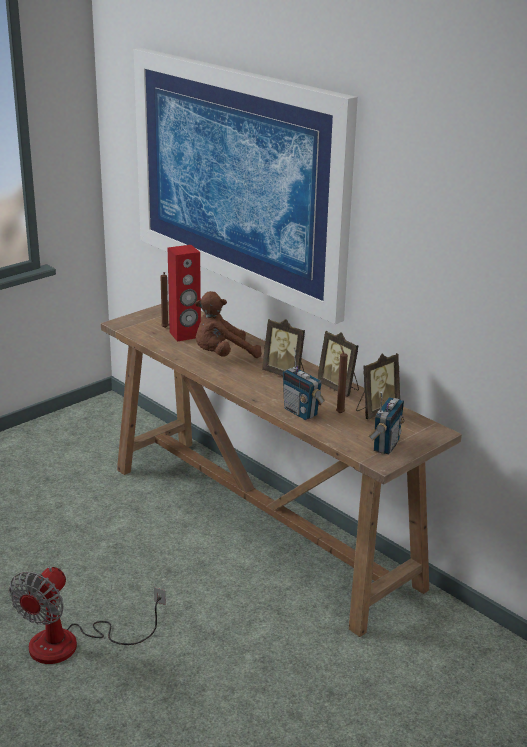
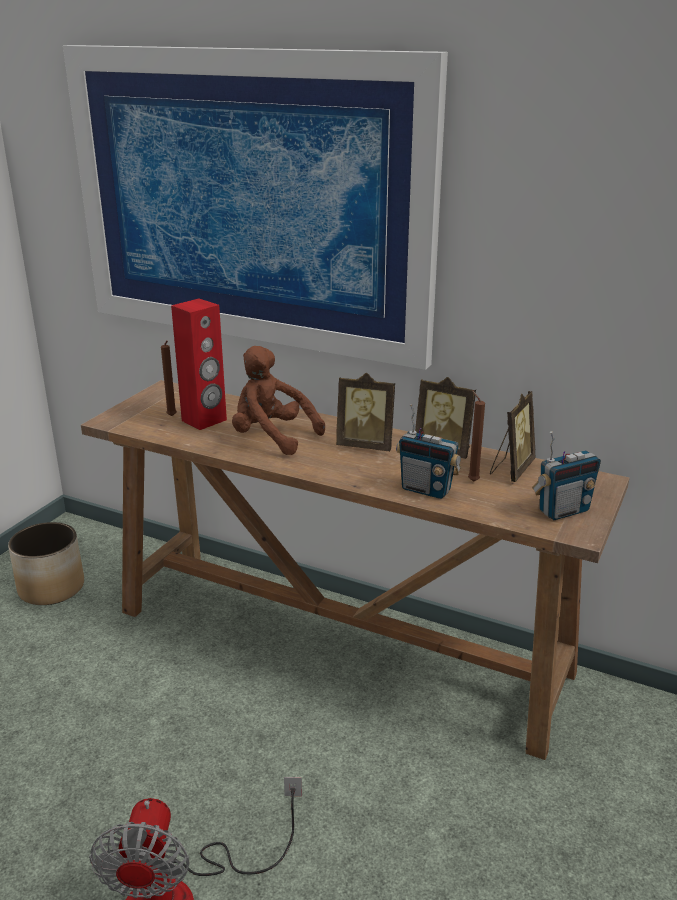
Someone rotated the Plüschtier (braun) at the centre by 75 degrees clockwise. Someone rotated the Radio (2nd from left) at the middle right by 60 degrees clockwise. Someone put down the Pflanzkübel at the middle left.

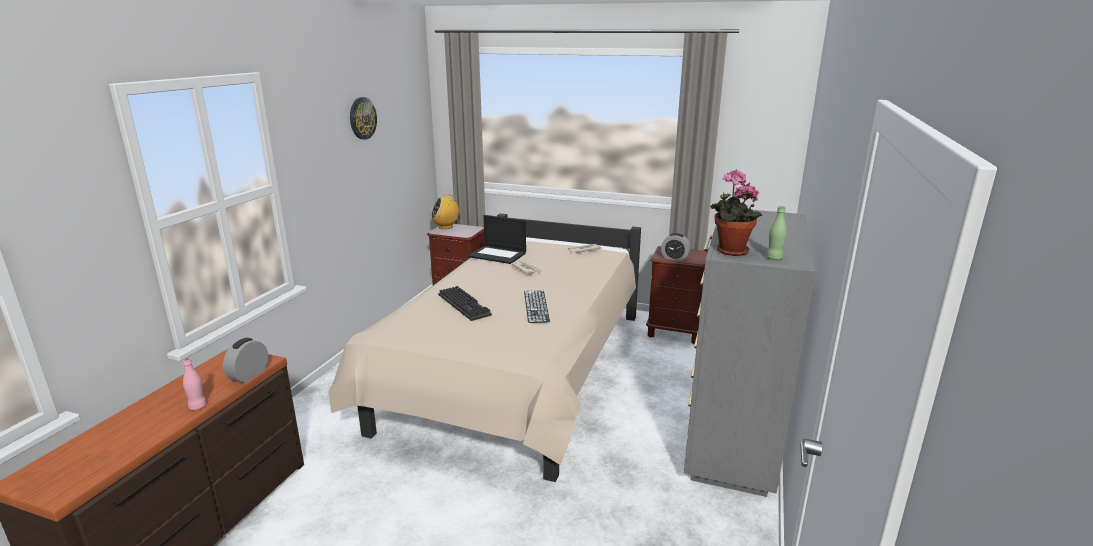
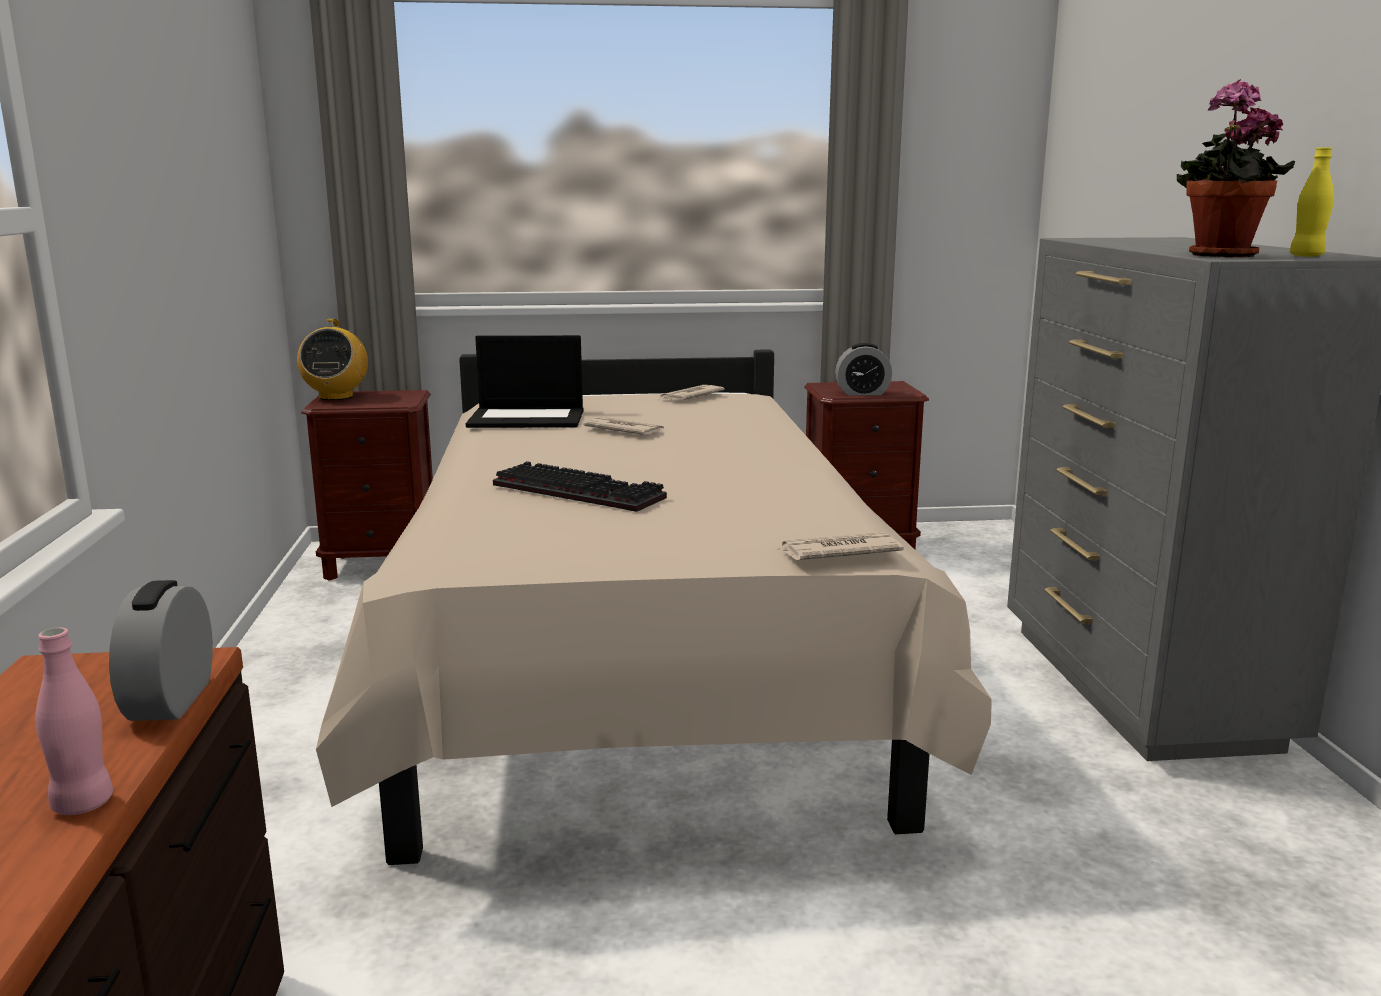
Someone took away the Wanduhr at the top left. Someone rotated the Radio at the centre by 45 degrees counterclockwise. Someone took away the Tastatur (2nd from left) at the centre. Someone repainted the Flasche (grün) at the middle right, which became the Flasche (gelb) at the top right. Someone put down the Zeitung (3rd from left) at the centre.

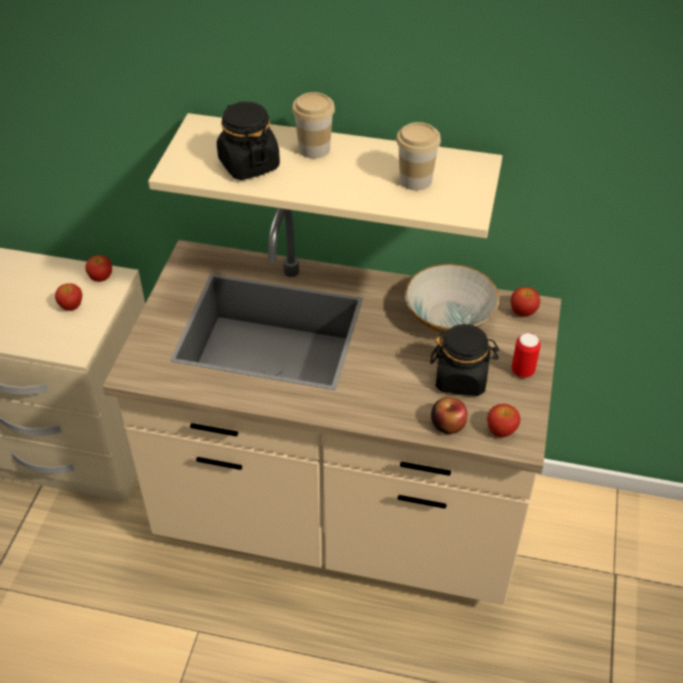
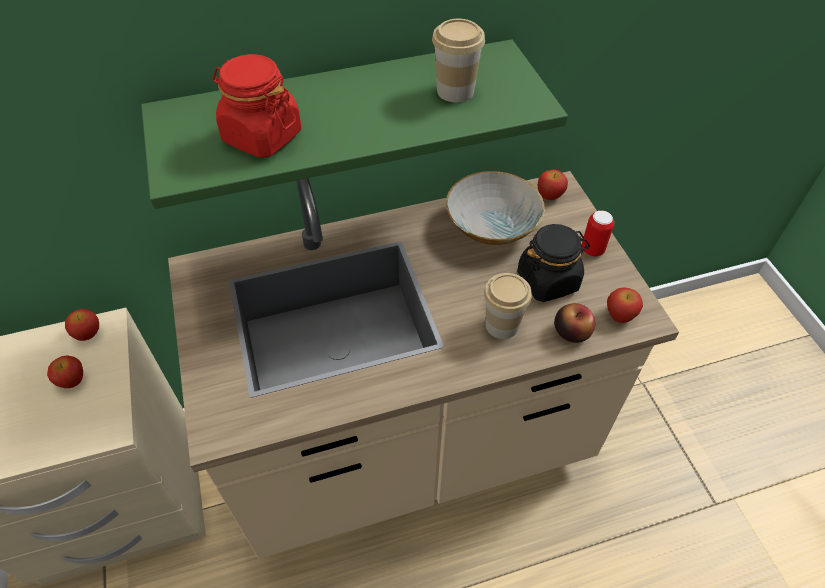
Someone repainted the Wandregal (beige) at the top centre, which became the Wandregal (grün) at the top centre. Someone repainted the Vorratsglas (schwarz) (1st from left) at the top centre, which became the Vorratsglas (rot) at the top left. Someone carried the Tasse (1st from left in the first image) from the top centre to the centre.

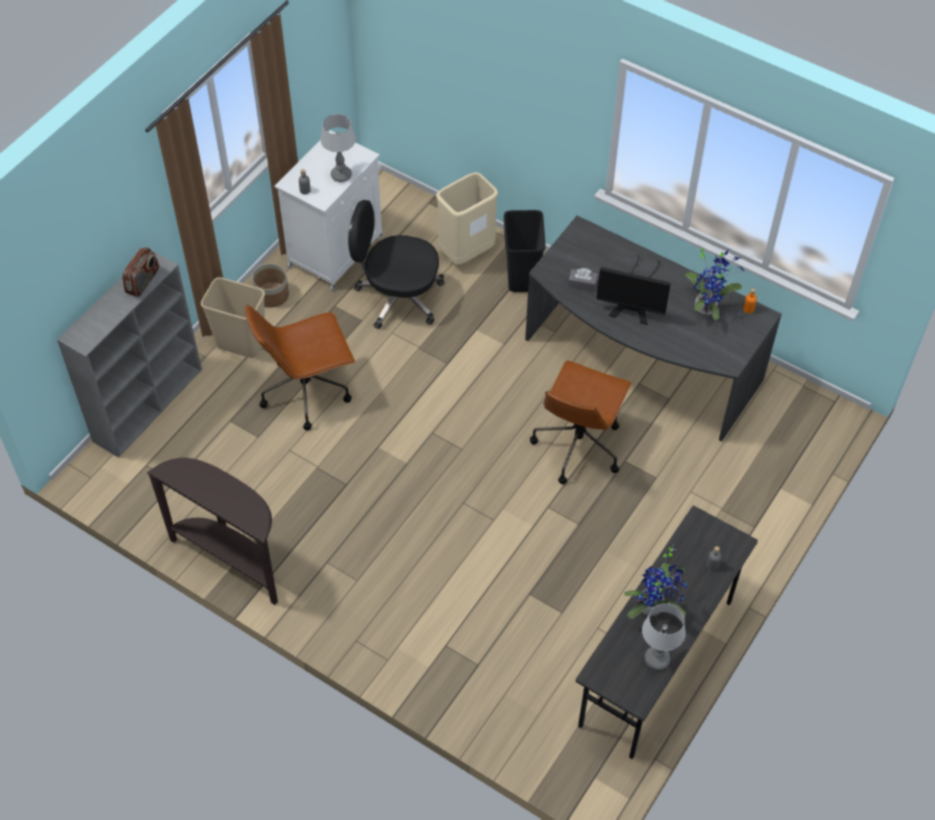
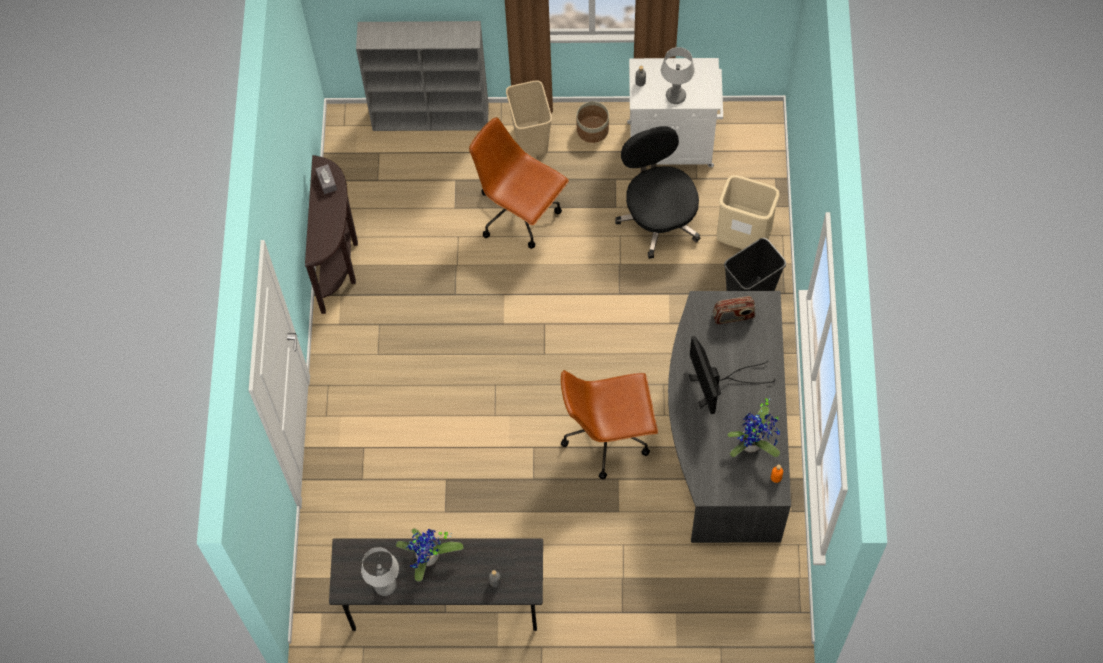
Someone carried the Radio from the top left to the centre. Someone carried the Taschentuchbox (grau) from the centre to the top left.

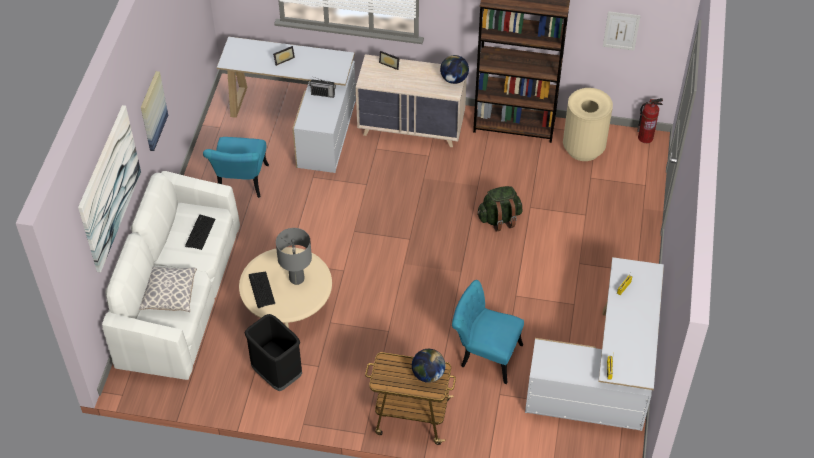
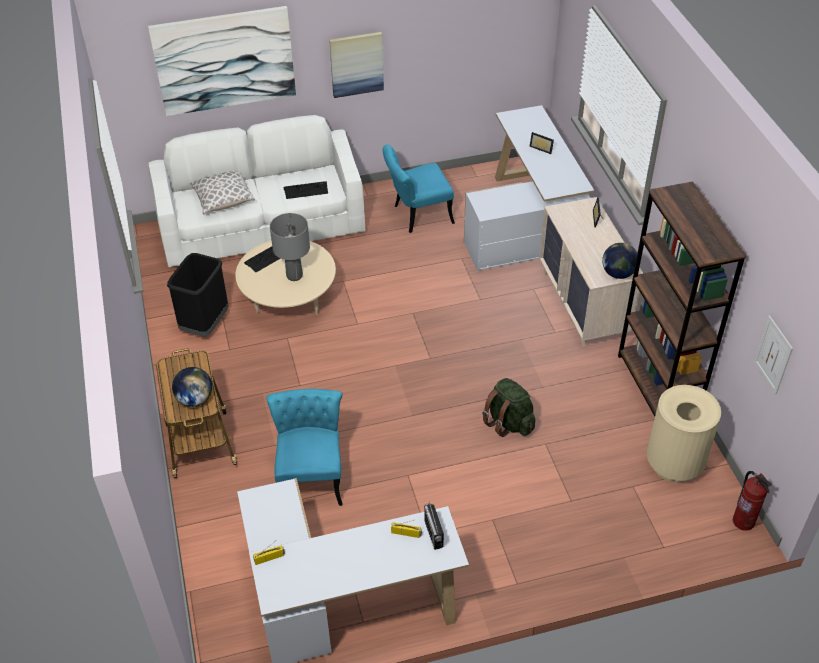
Someone carried the Radio (1st from left in the first image) from the top centre to the bottom centre.

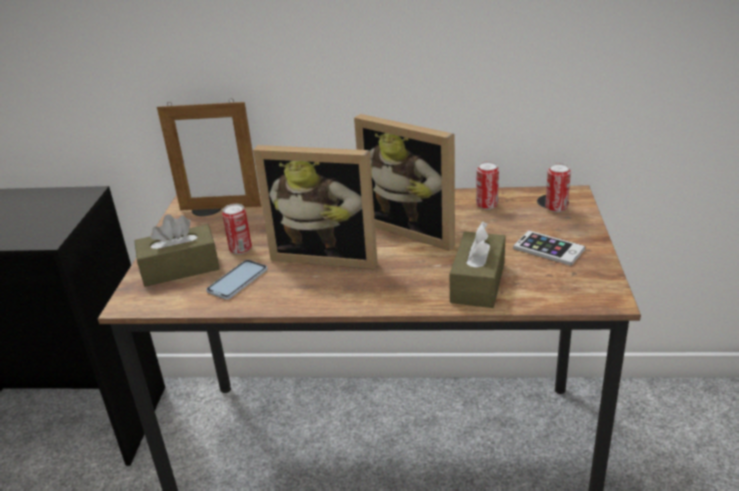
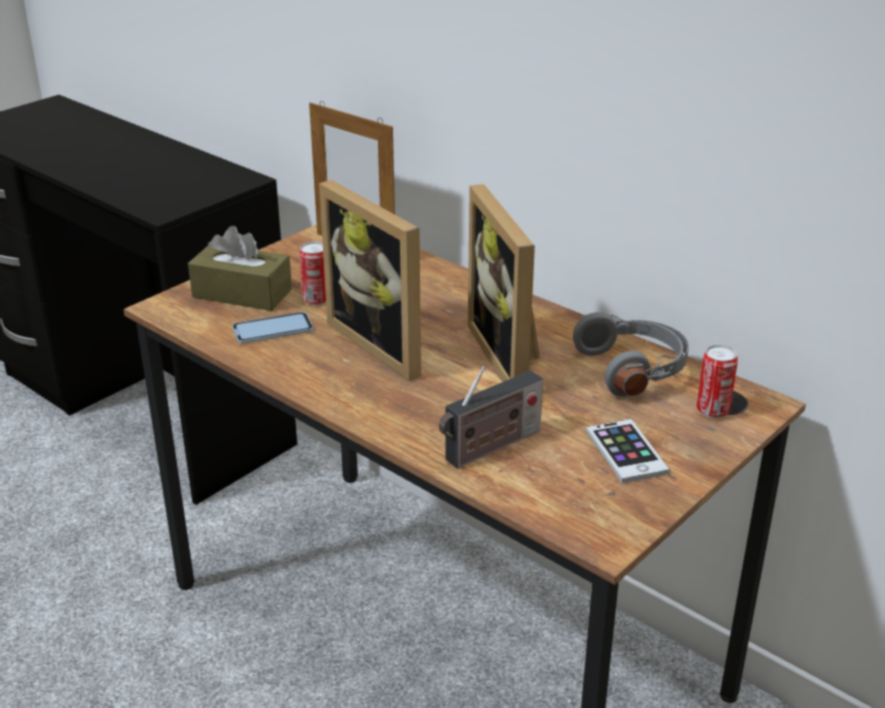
Someone swapped the Taschentuchbox (braun) (2nd from left) at the centre for the Radio at the centre. Someone swapped the Dose (2nd from left) at the centre for the Kopfhörer (grau) at the middle right.

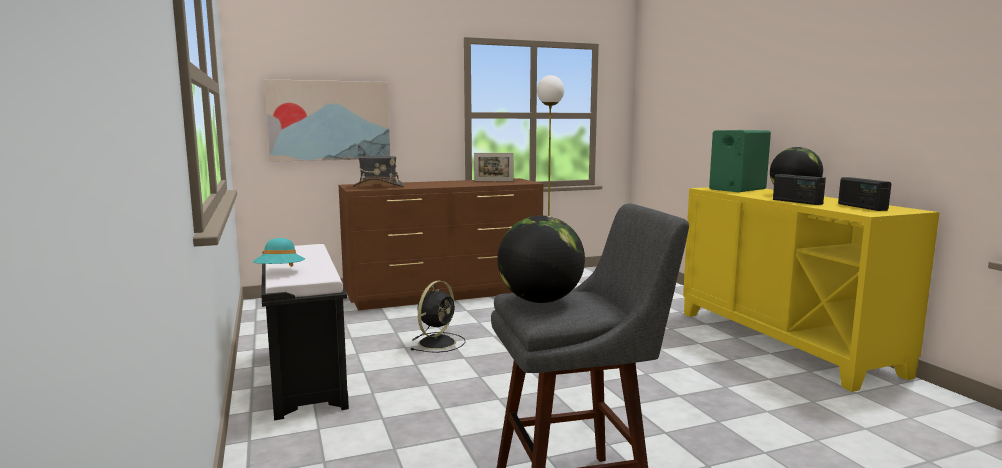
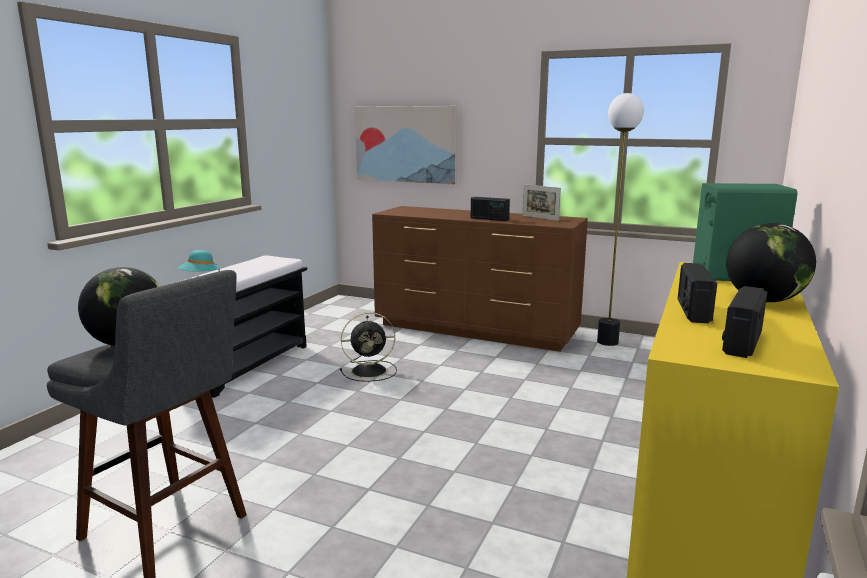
Someone took away the Hut (grau) at the centre. Someone put down the Radio (1st from left) at the centre.

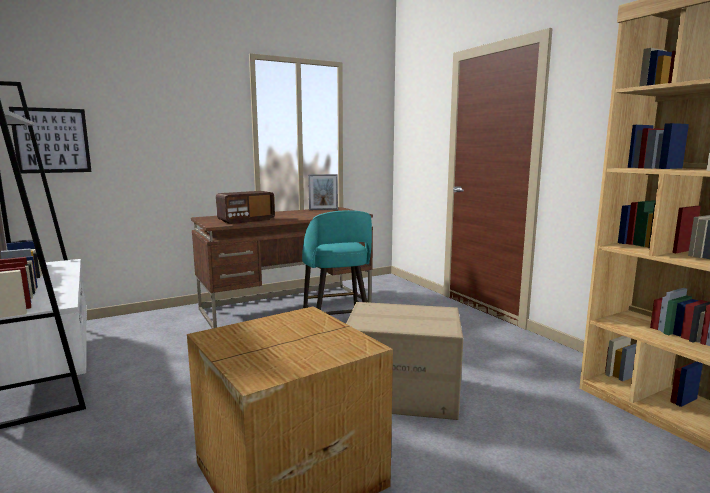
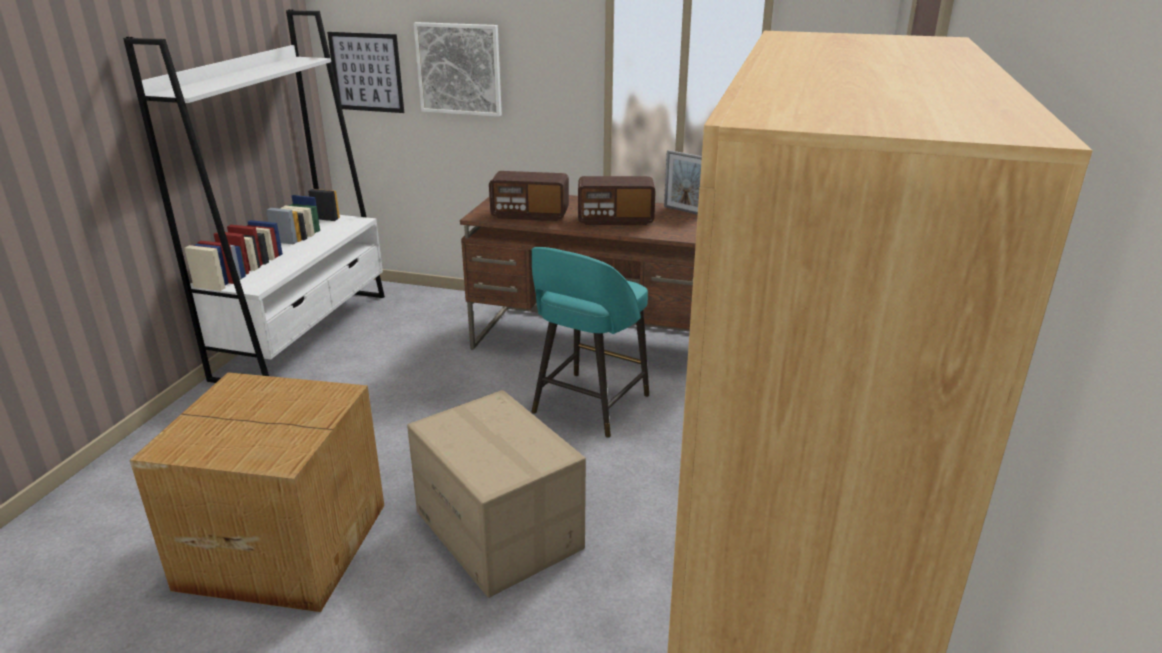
Someone put up the Bild (2nd from left) at the top centre. Someone put down the Radio (2nd from left) at the top centre.

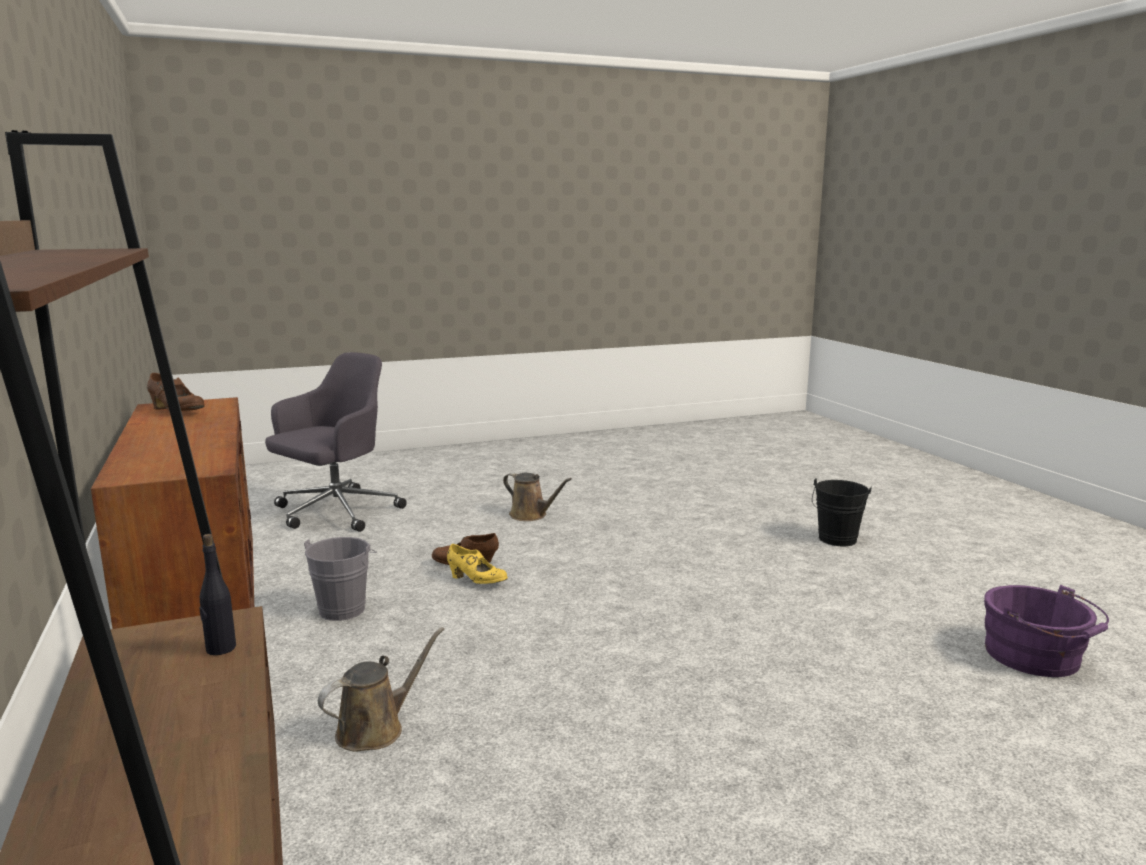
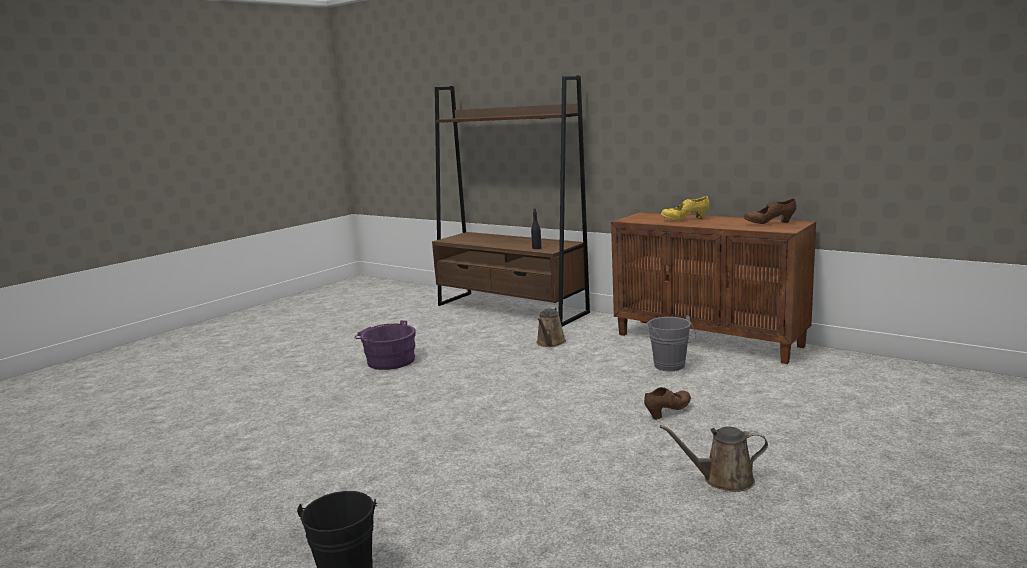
Someone took away the Bürostuhl (grau) at the middle left. Someone carried the Schuh (gelb) from the centre to the middle right. Someone carried the Eimer (lila) from the bottom right to the centre.

